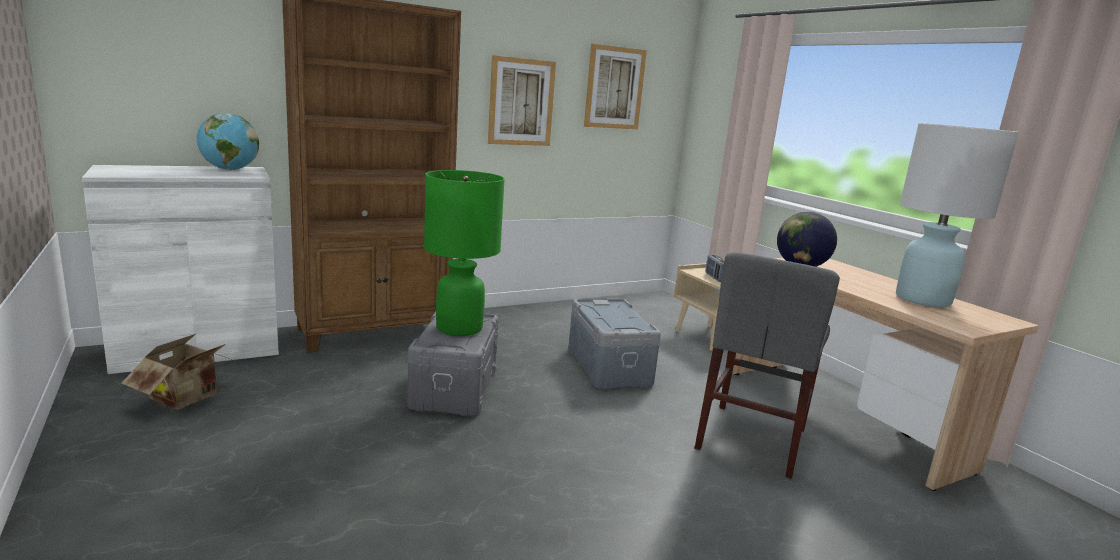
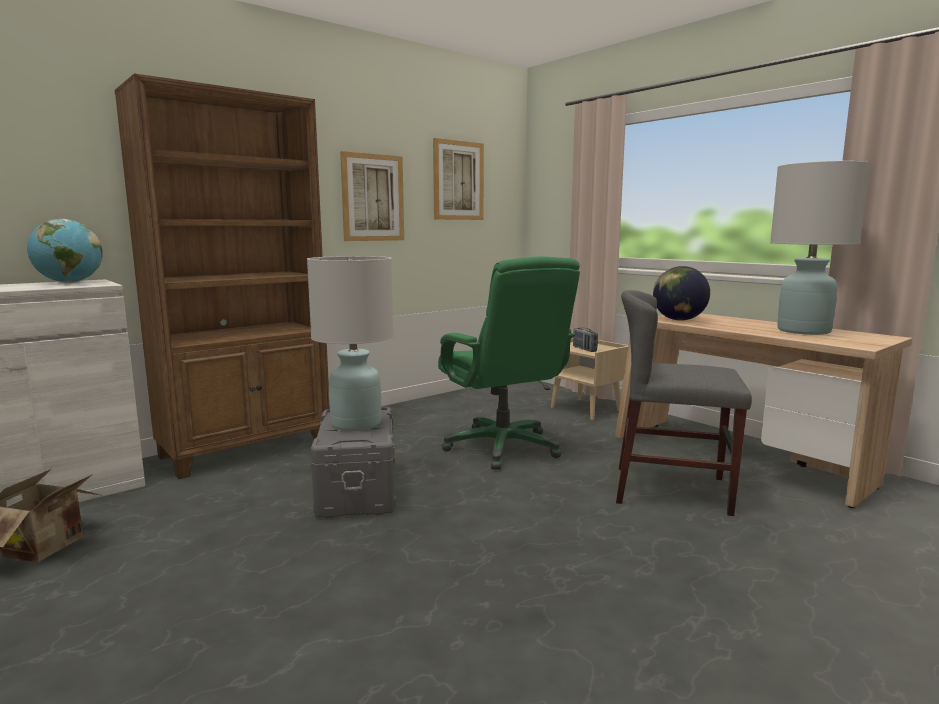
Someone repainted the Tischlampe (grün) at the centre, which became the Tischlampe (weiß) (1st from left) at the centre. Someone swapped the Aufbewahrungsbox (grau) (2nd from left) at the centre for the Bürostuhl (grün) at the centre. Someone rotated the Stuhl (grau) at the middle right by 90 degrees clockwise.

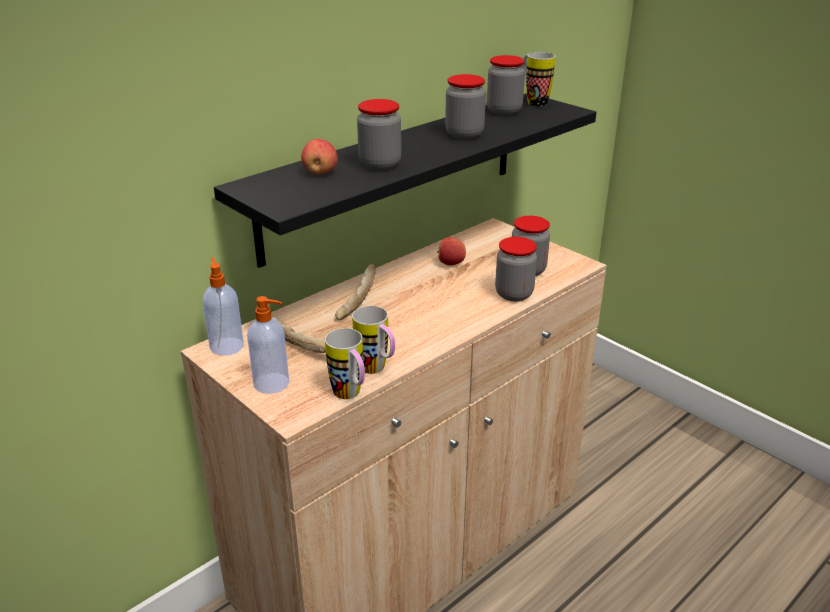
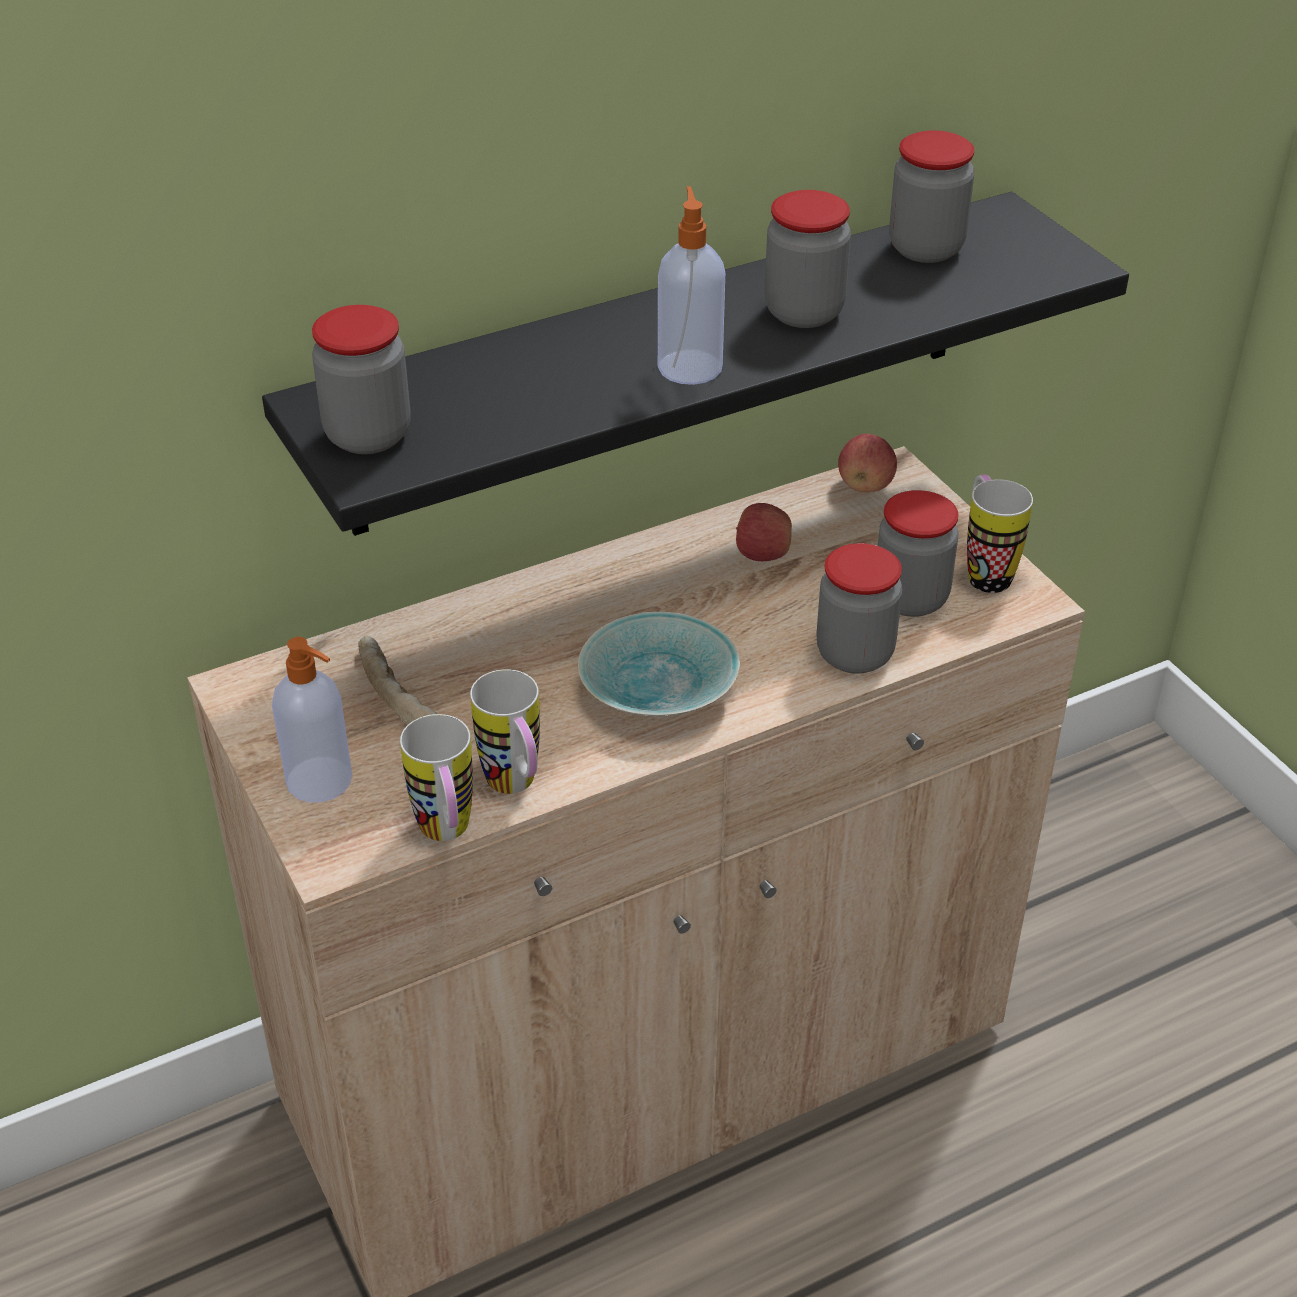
Someone carried the Seifenspender (1st from left in the first image) from the middle left to the top centre. Someone carried the Apfel (1st from left in the first image) from the top centre to the middle right. Someone took away the Brot (2nd from left) at the centre. Someone carried the Vorratsglas (1st from left) from the top centre to the top left. Someone carried the Henkelbecher (3rd from left) from the top centre to the middle right. Someone put down the Schüssel (türkis) at the centre.

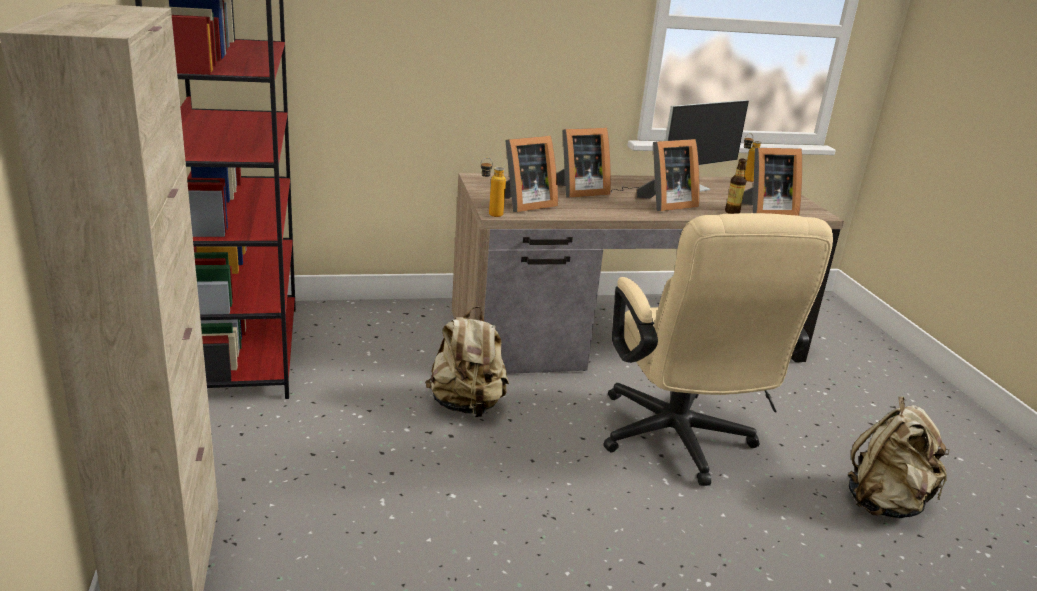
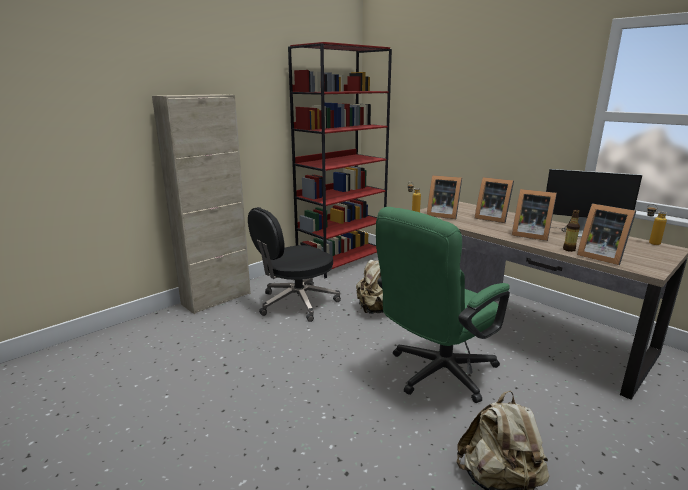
Someone repainted the Bürostuhl (beige) at the middle right, which became the Bürostuhl (grün) at the centre. Someone put down the Bürostuhl (schwarz) at the centre.

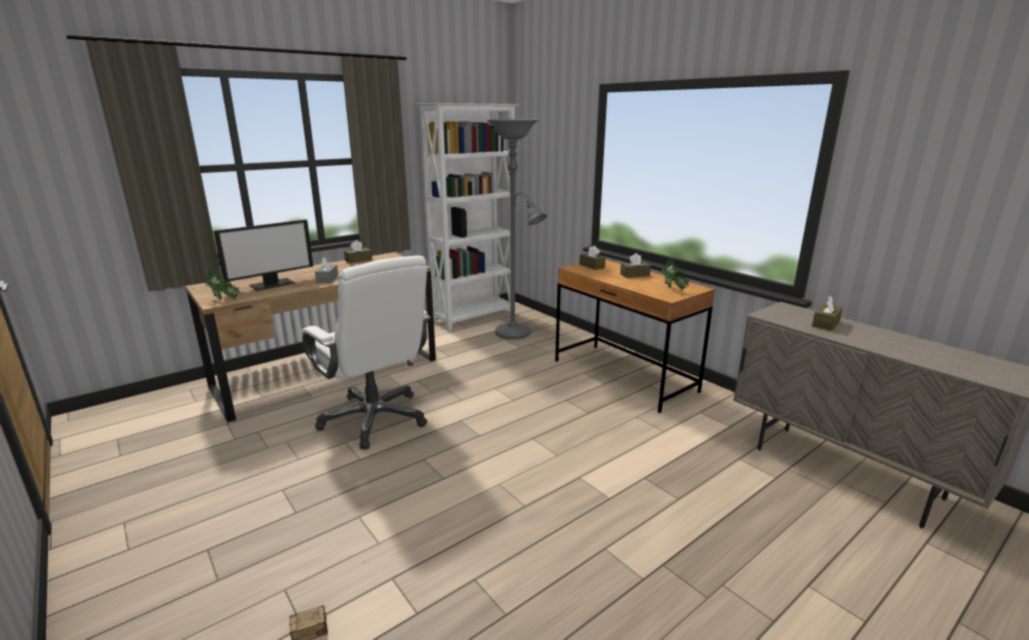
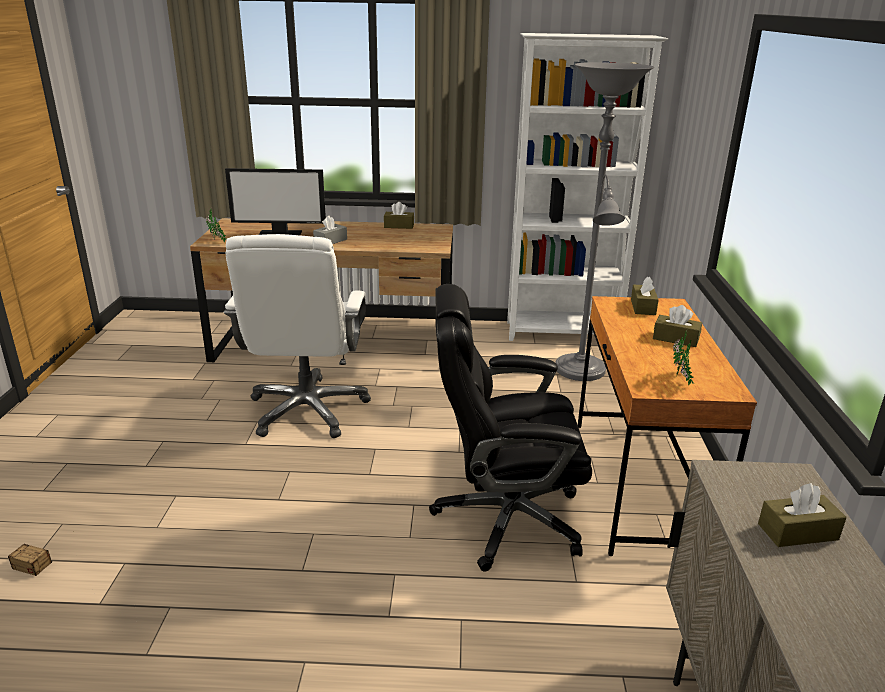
Someone put down the Bürostuhl (schwarz) at the centre.

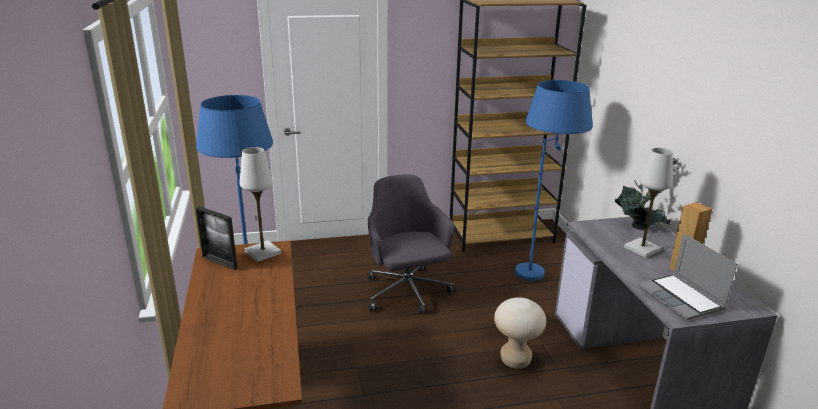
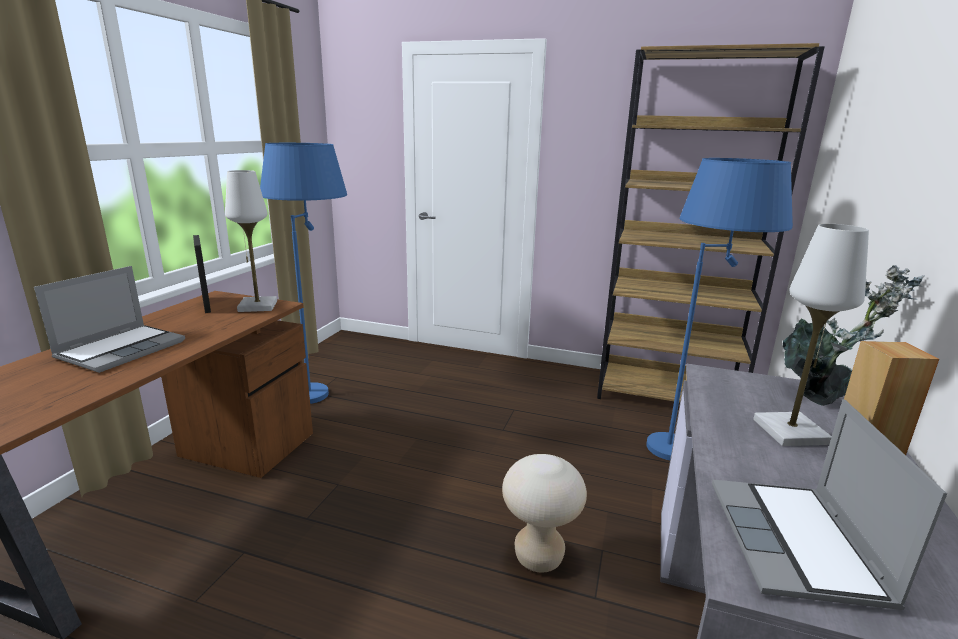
Someone took away the Bürostuhl (grau) at the centre. Someone put down the Laptop (1st from left) at the middle left.

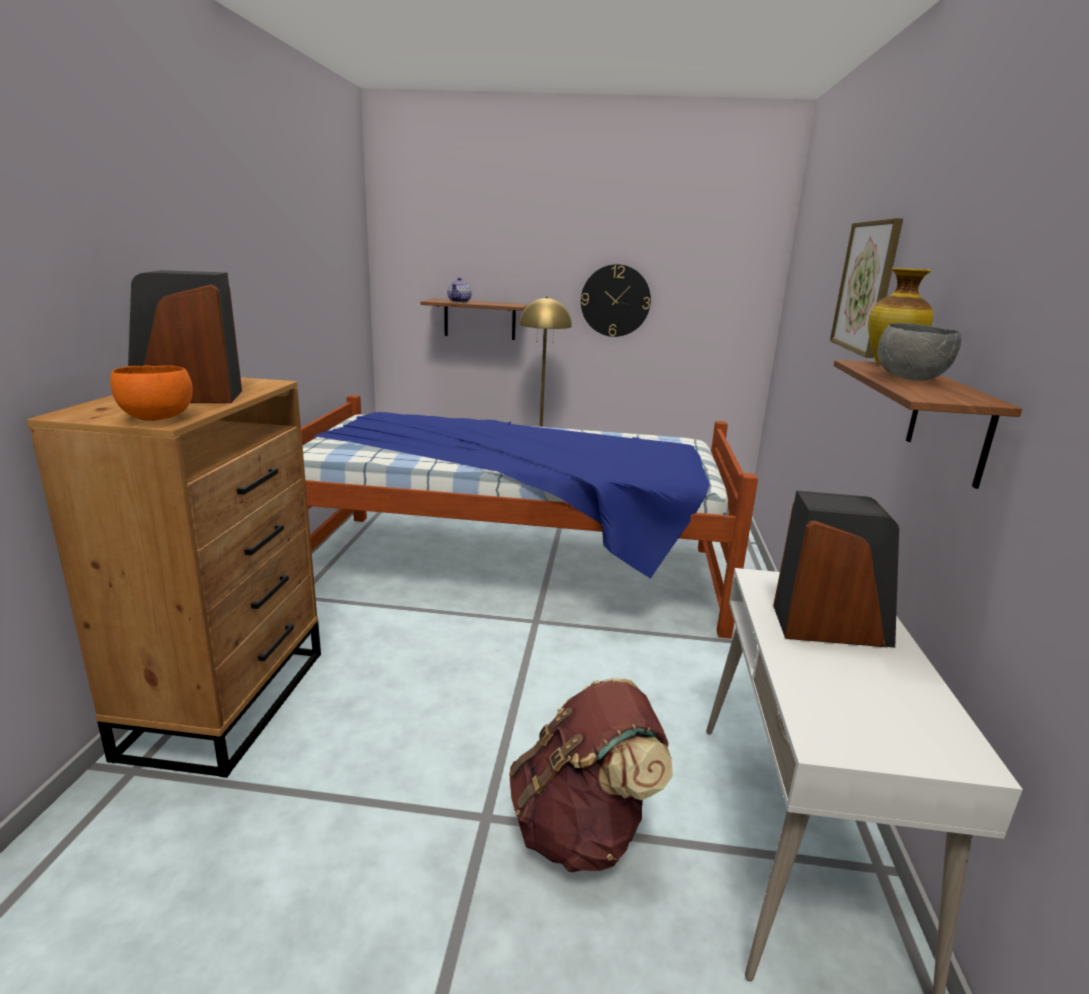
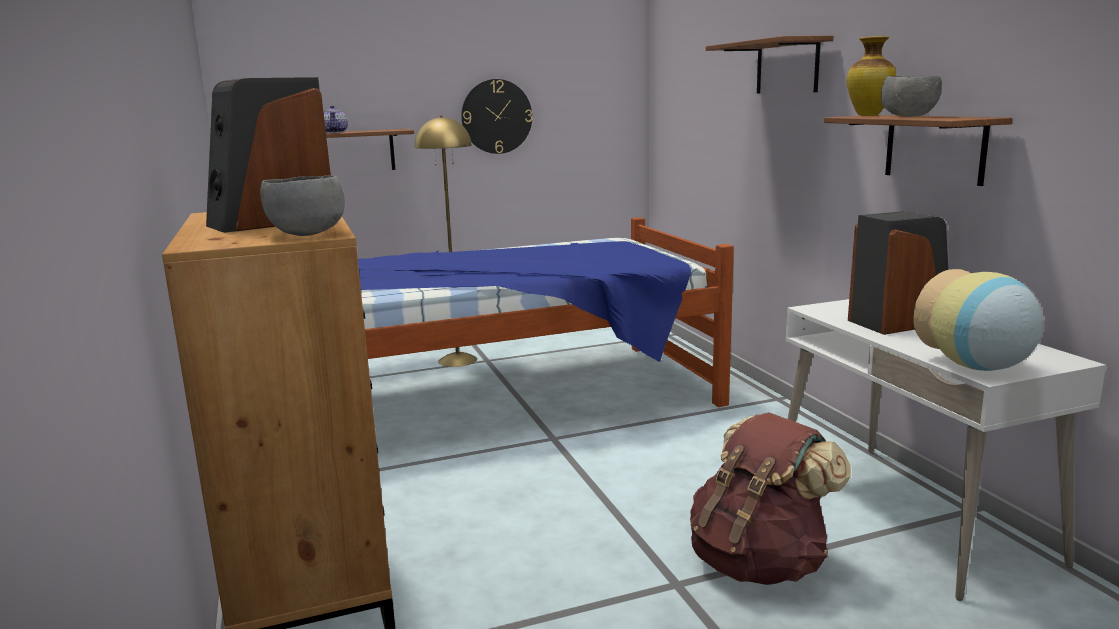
Someone repainted the Schüssel (orange) at the middle left, which became the Schüssel (grau) (1st from left) at the top left. Someone swapped the Bild at the top right for the Wandregal (2nd from left) at the top right. Someone put down the Vase (2nd from left) at the middle right.

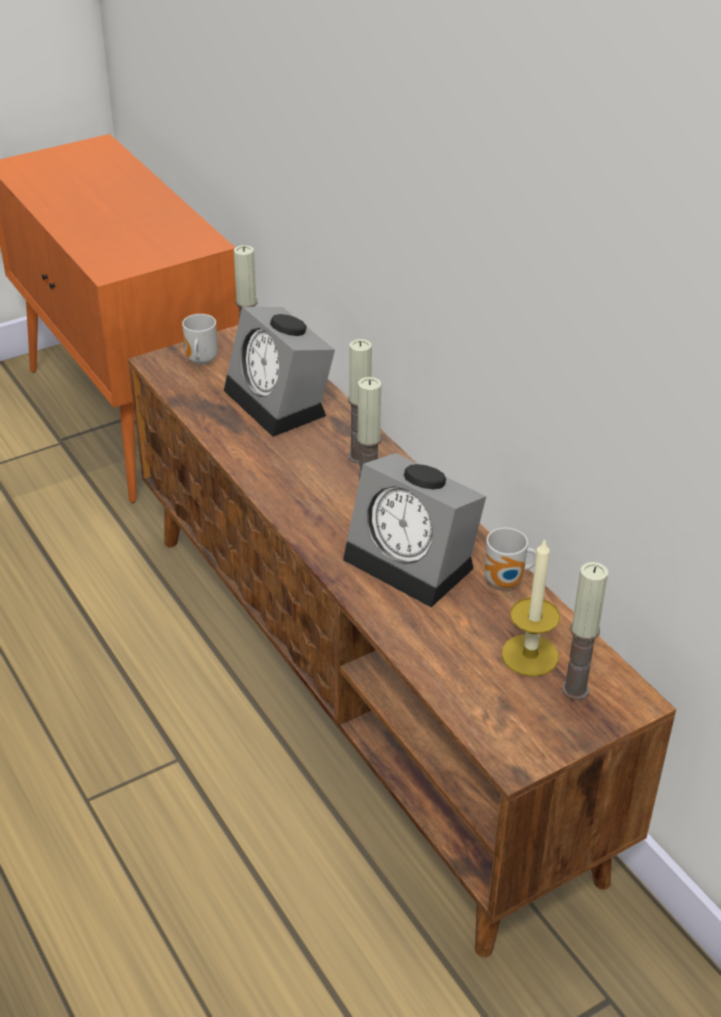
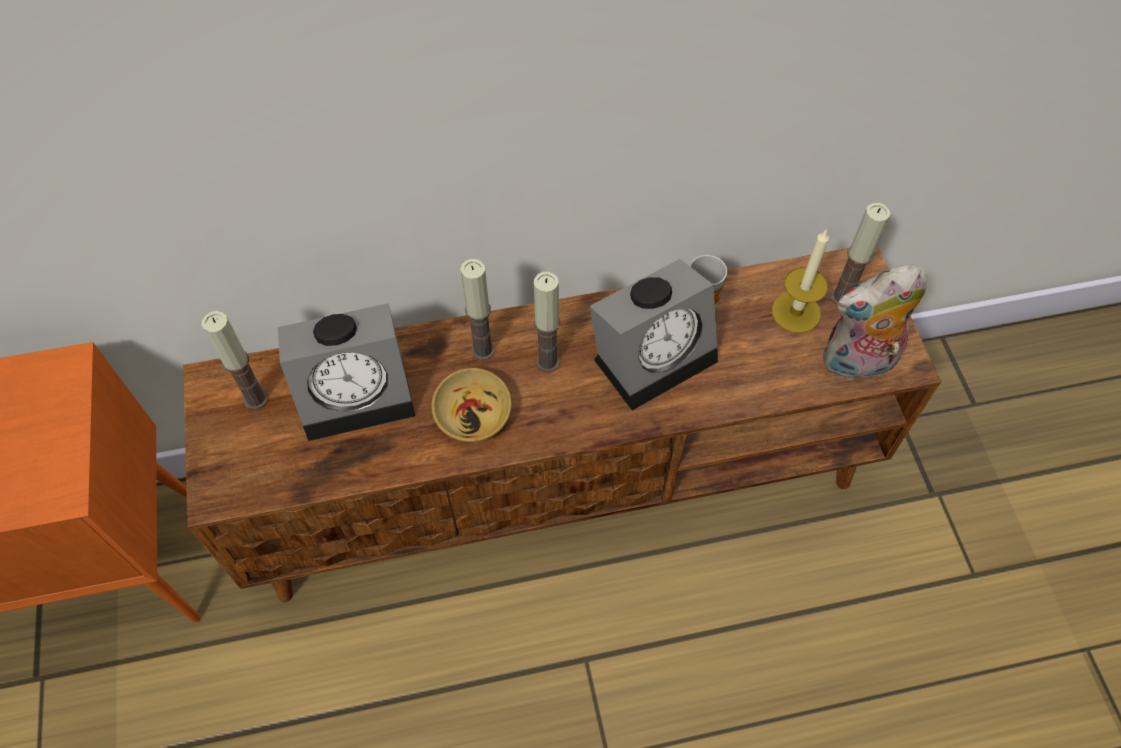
Someone took away the Henkelbecher (1st from left) at the middle left. Someone put down the Schüssel (beige) at the centre. Someone put down the Plüschtier at the middle right.

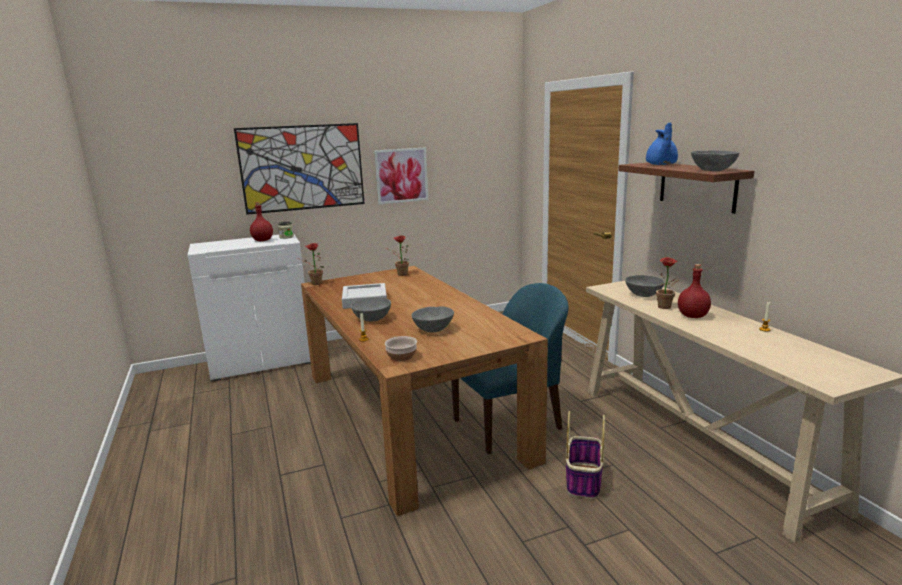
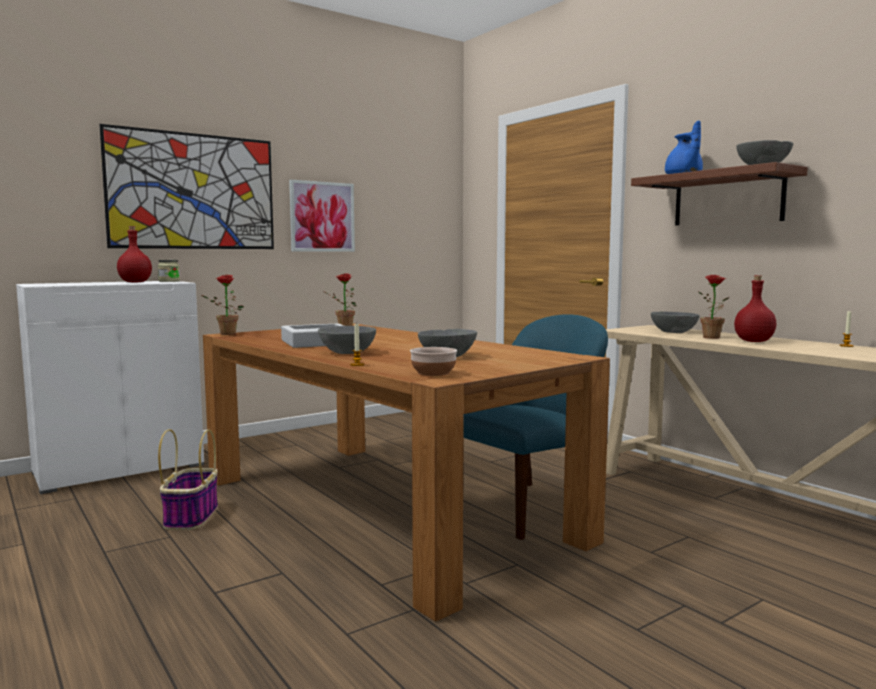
Someone carried the Korb from the bottom centre to the bottom left.

